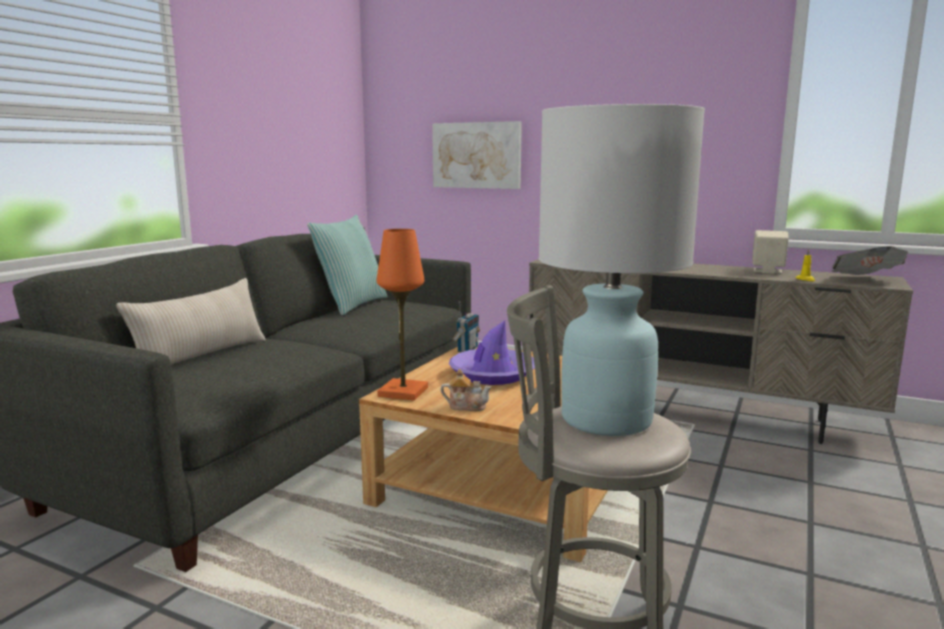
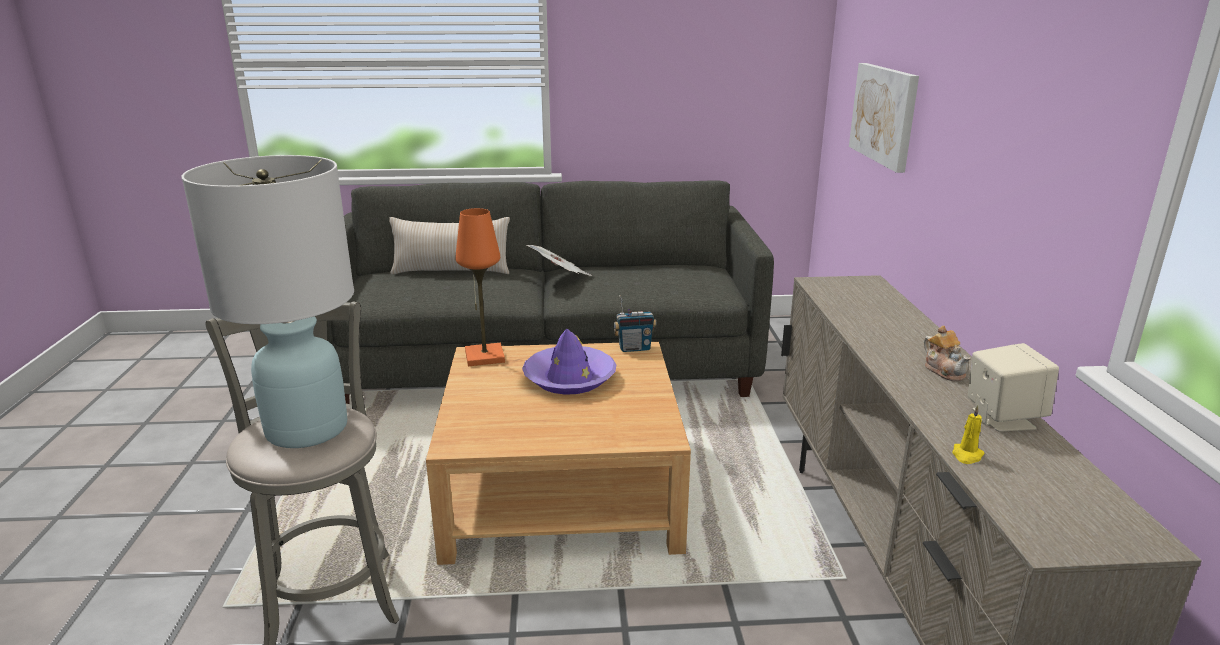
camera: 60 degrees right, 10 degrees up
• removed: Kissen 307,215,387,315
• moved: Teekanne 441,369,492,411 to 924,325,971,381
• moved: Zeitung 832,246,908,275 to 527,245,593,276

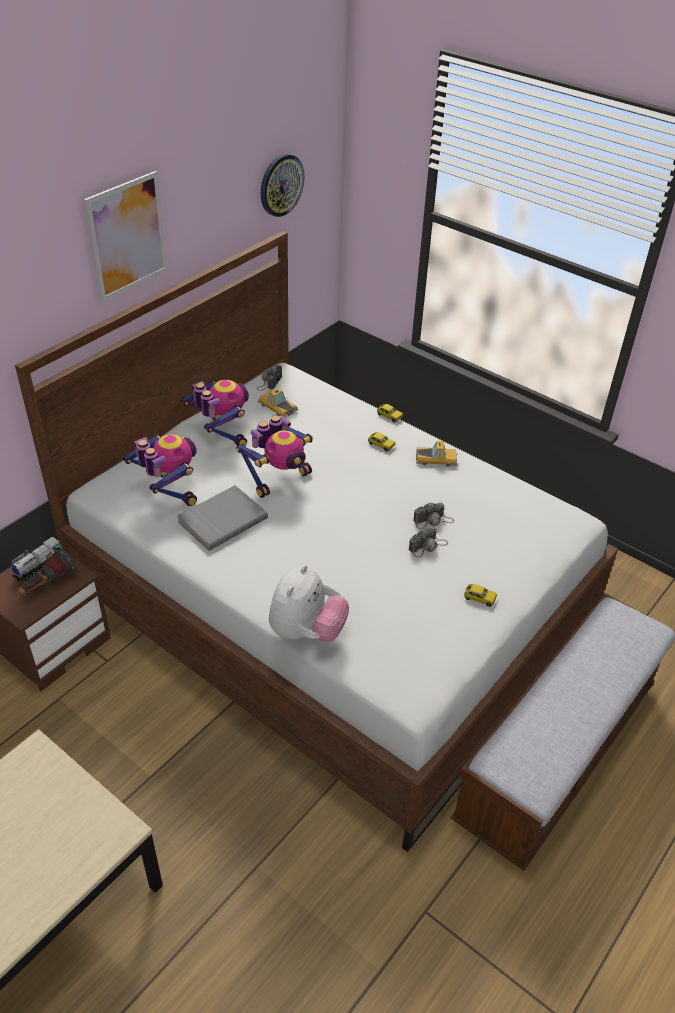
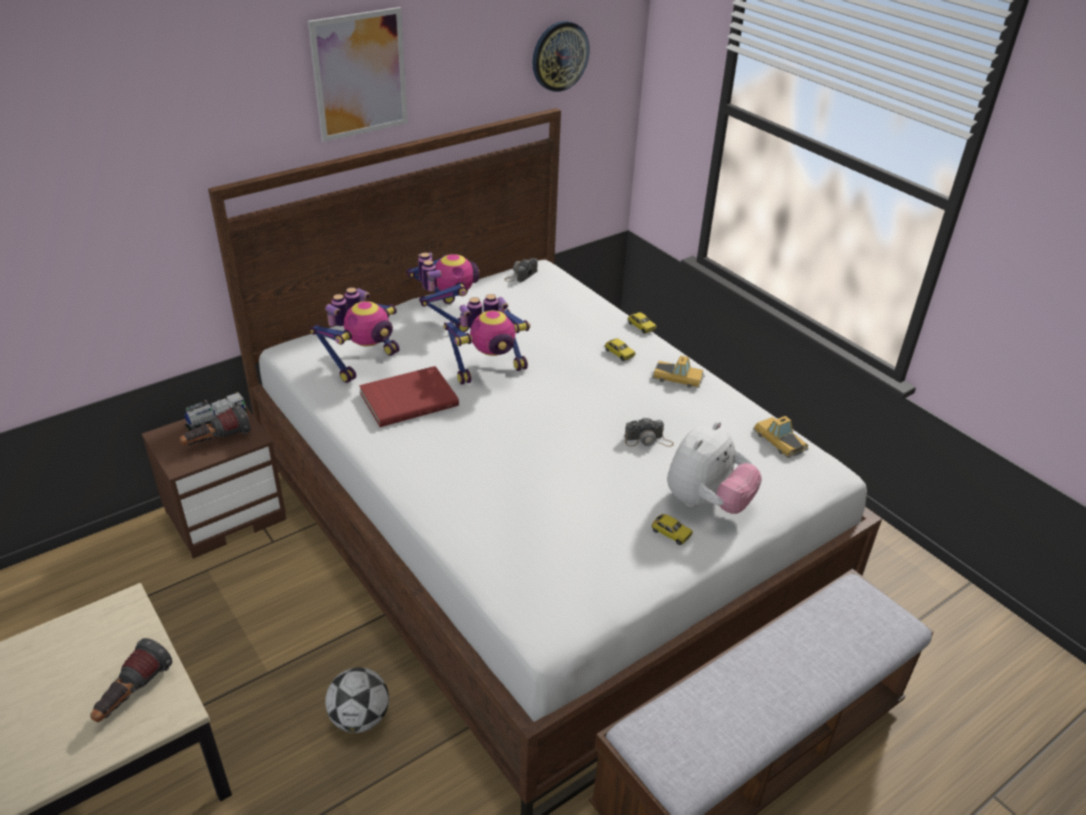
camera: 15 degrees right, 5 degrees down
• turned: Spielzeugroboter 122,434,197,506 = 310,287,400,383 60 degrees clockwise
• recoloured: Buch (grau) 177,485,268,551 to Buch (rot) 359,366,459,427
• moved: Spielzeugauto 258,388,298,417 to 753,416,809,458
• moved: Plüschtier 269,565,349,642 to 667,421,762,514
• removed: Kamera 408,526,448,558
• added: Taschenlampe 90,638,172,722
• added: Fußball 325,667,389,733

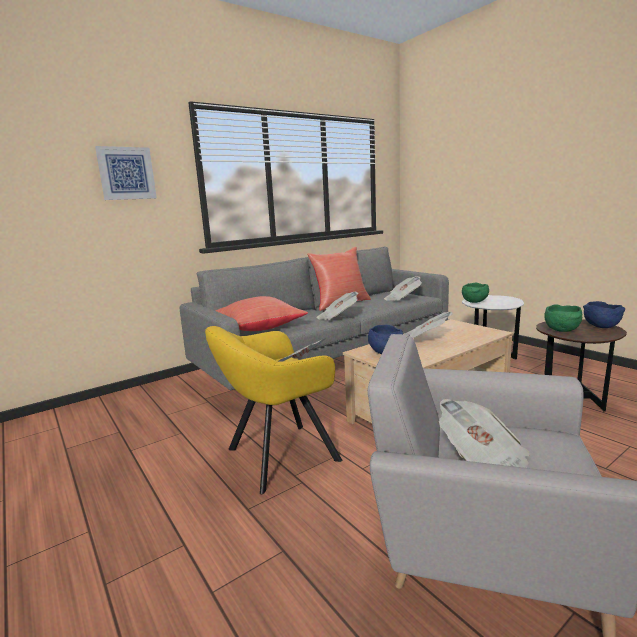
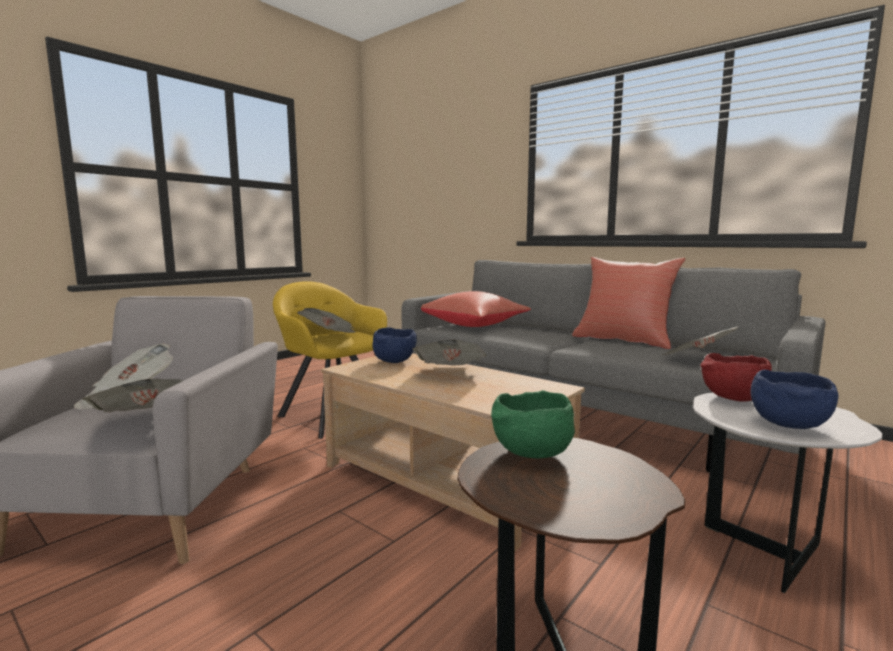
camera: 75 degrees right, 5 degrees down
• removed: Bild 95,146,157,200
• moved: Zeitung 317,292,359,320 to 82,379,183,412
• recoloured: Schüssel (grün) 462,283,489,303 to Schüssel (rot) 700,353,772,402
• moved: Schüssel (blau) 583,301,625,328 to 750,370,838,429

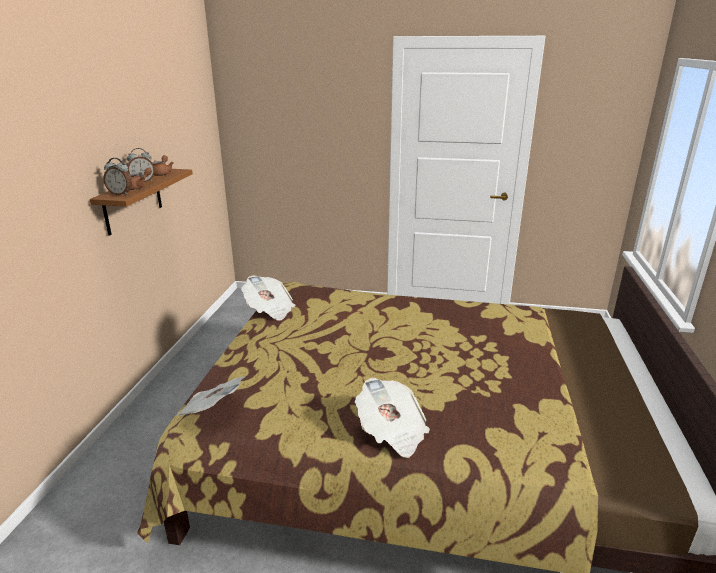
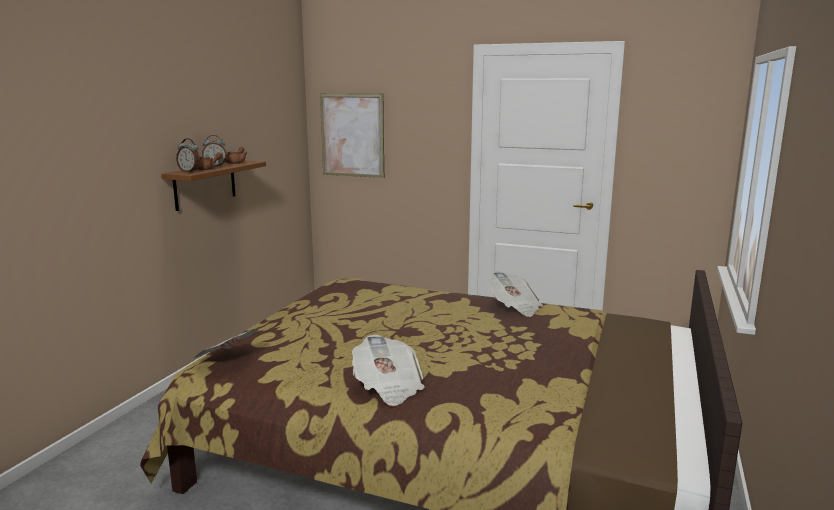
camera: 10 degrees right, 10 degrees down
• moved: Zeitung 241,275,295,321 to 488,271,542,317
• added: Bild 320,94,384,178

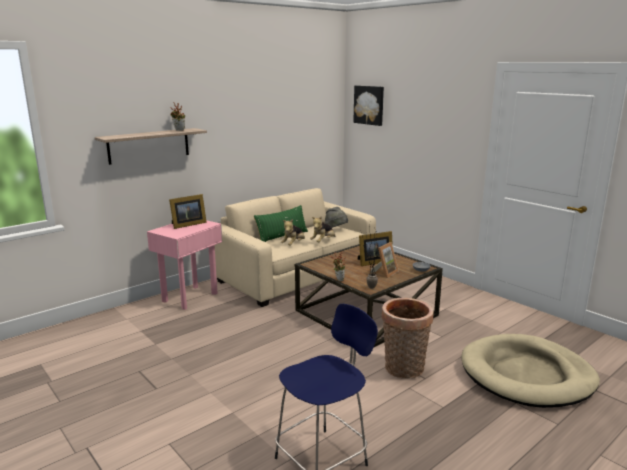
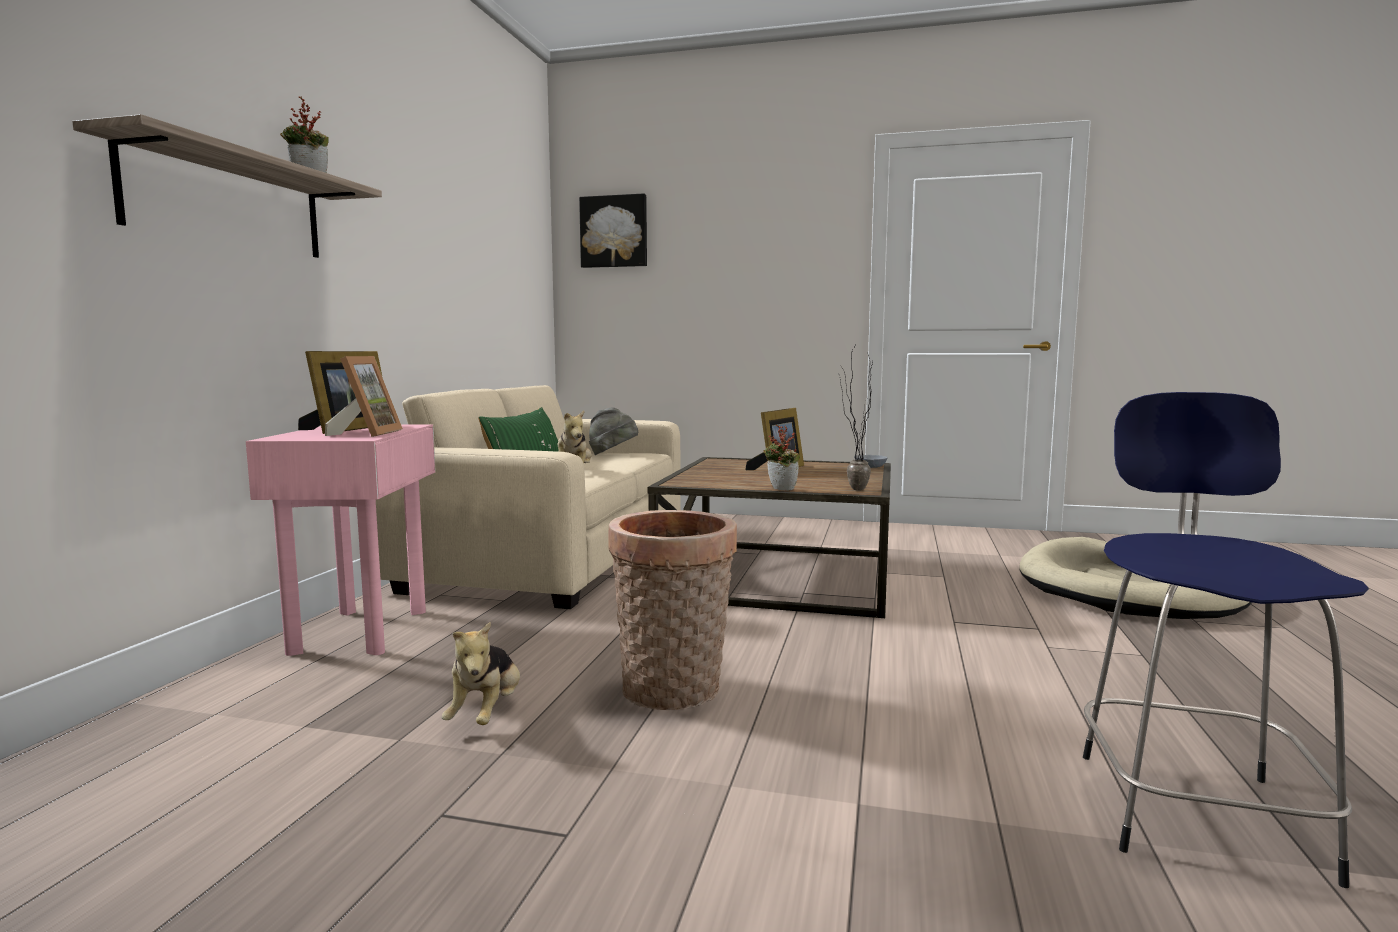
camera: 35 degrees left, 10 degrees down
• moved: Plüschtier 310,216,335,242 to 442,621,520,725
• moved: Bilderrahmen 370,242,399,278 to 325,356,403,437
• moved: Korb 382,298,434,379 to 608,510,737,710

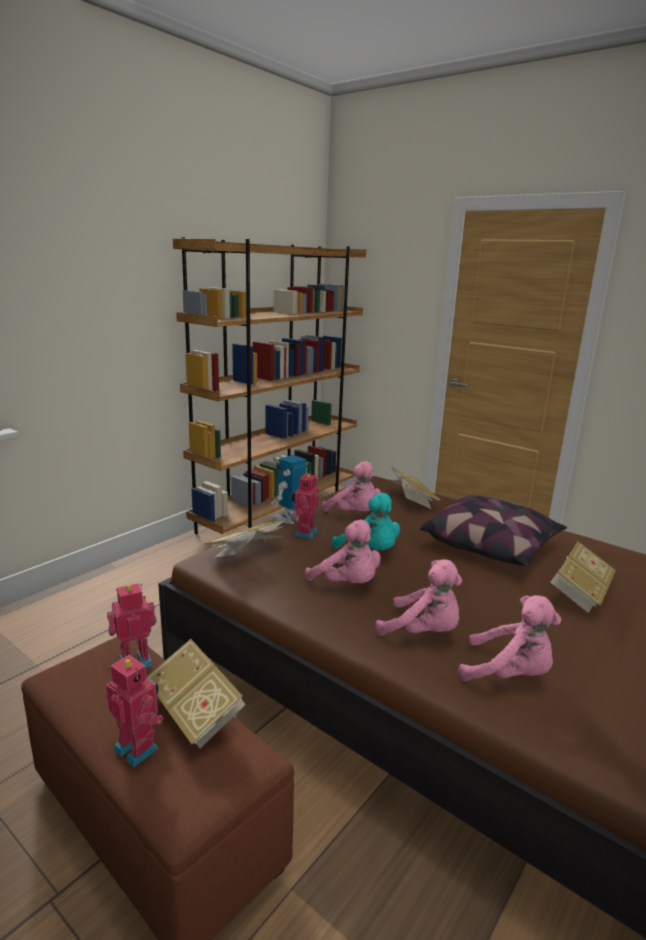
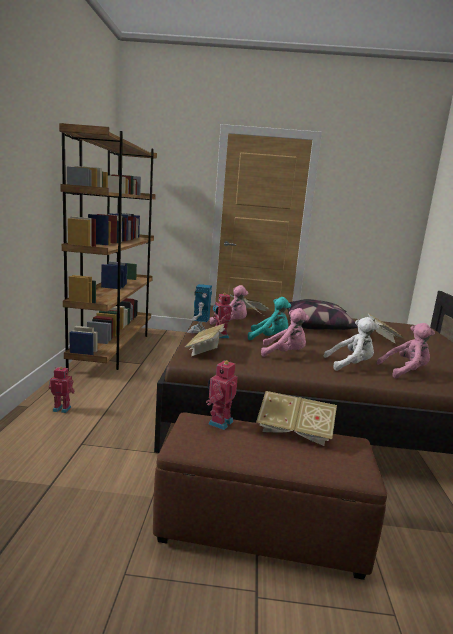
camera: 35 degrees left, 5 degrees down
• moved: Spielzeugroboter 106,655,163,767 to 49,367,75,413
• recoloured: Plüschtier (rosa) 375,559,462,636 to Plüschtier (weiß) 324,317,379,371

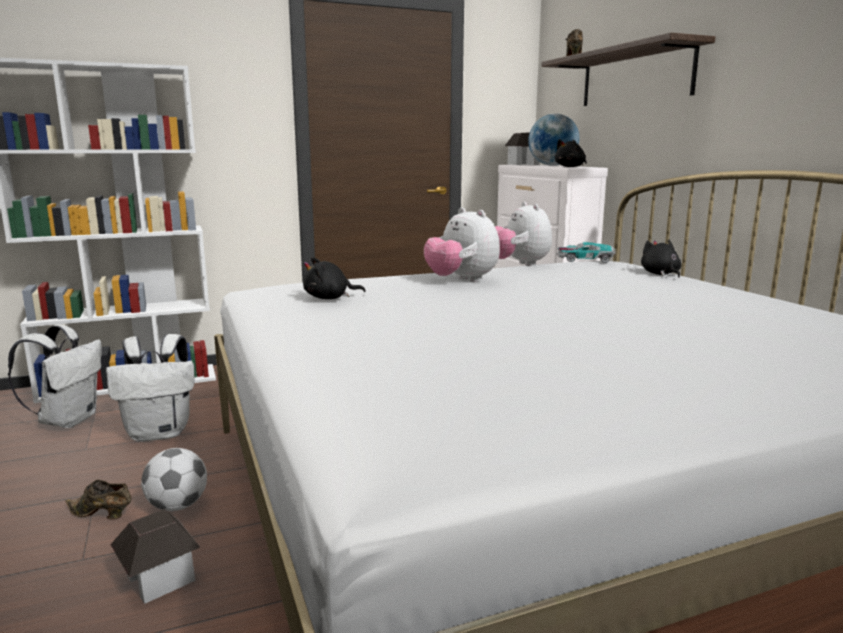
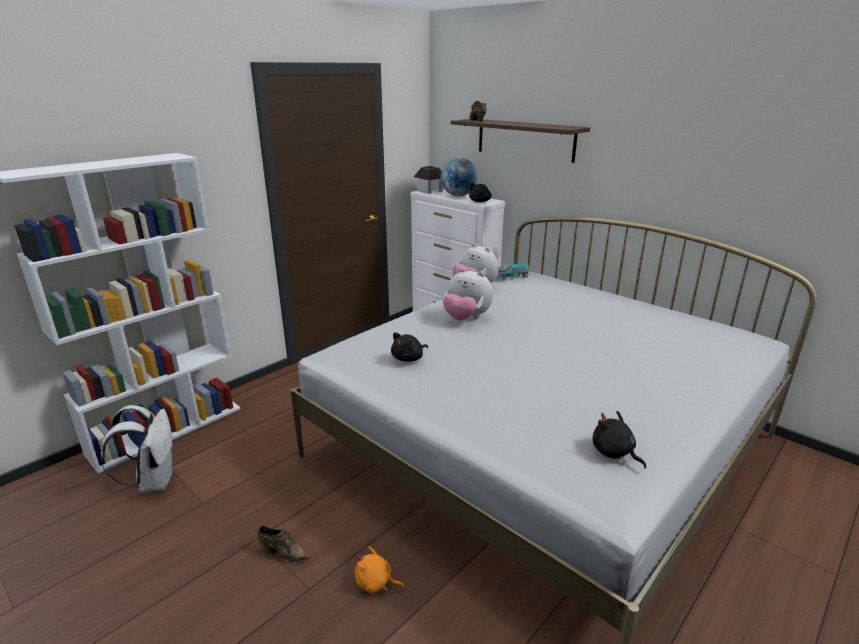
camera: 25 degrees left, 10 degrees up
• turned: Schuh (braun) 65,480,132,520 = 257,525,310,563 150 degrees counterclockwise
• removed: Rucksack (weiß) 106,334,195,442
• replaced: Spielzeughaus 110,509,200,604 to Plüschtier (orange) 355,546,405,593
• removed: Fußball 141,448,207,511
• moved: Plüschtier (schwarz) 641,240,682,277 to 593,411,646,468

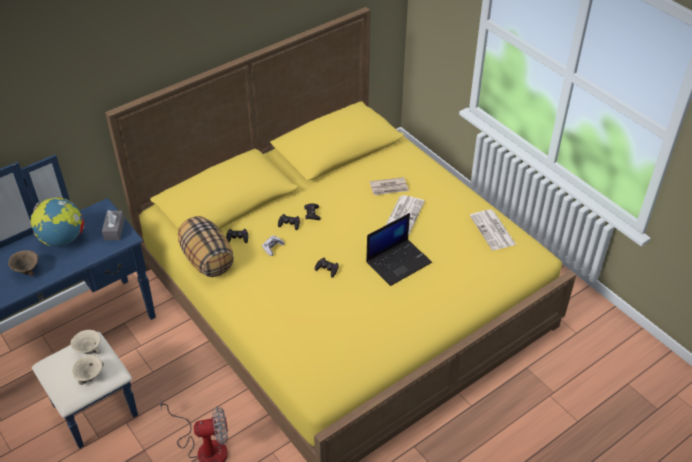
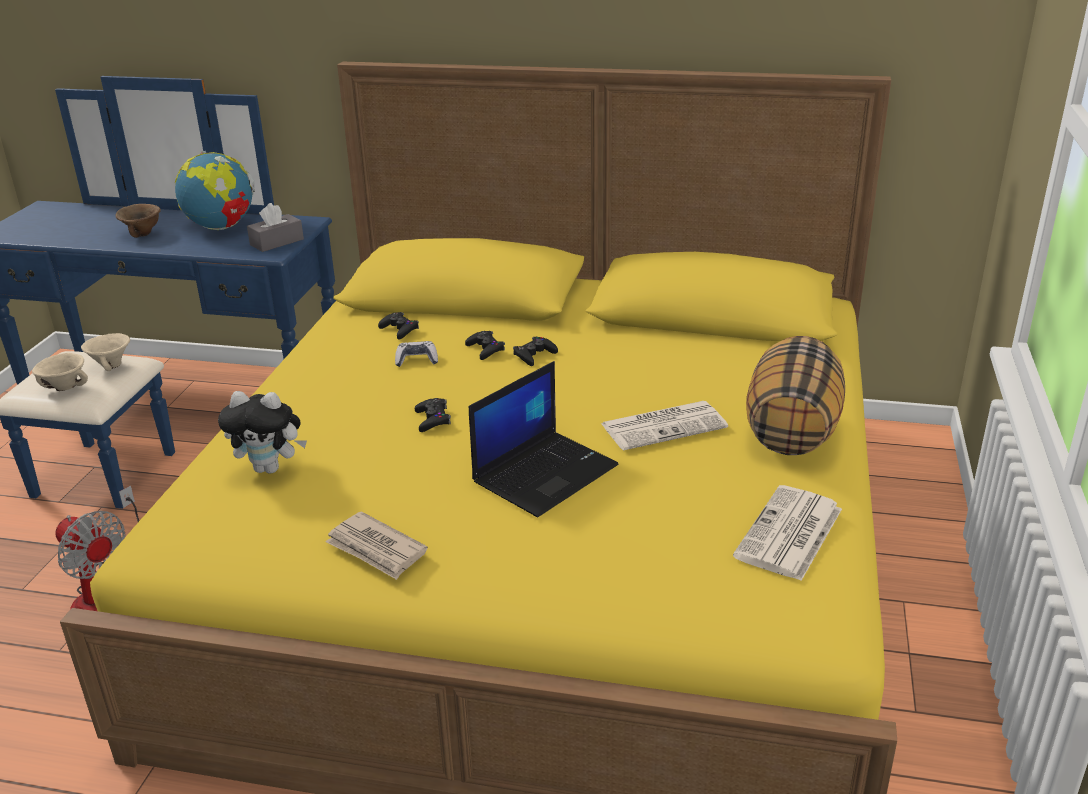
camera: 50 degrees right, 15 degrees down
• moved: Kissen 178,216,234,277 to 746,336,845,455
• turned: Laptop 366,213,432,286 = 469,361,618,517 60 degrees counterclockwise
• moved: Zeitung 369,177,409,196 to 326,511,428,580
• added: Plüschtier 218,391,307,474

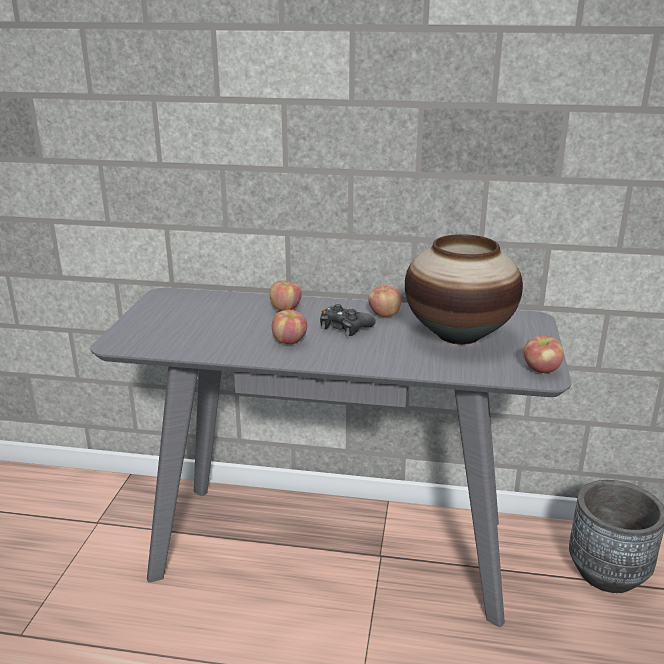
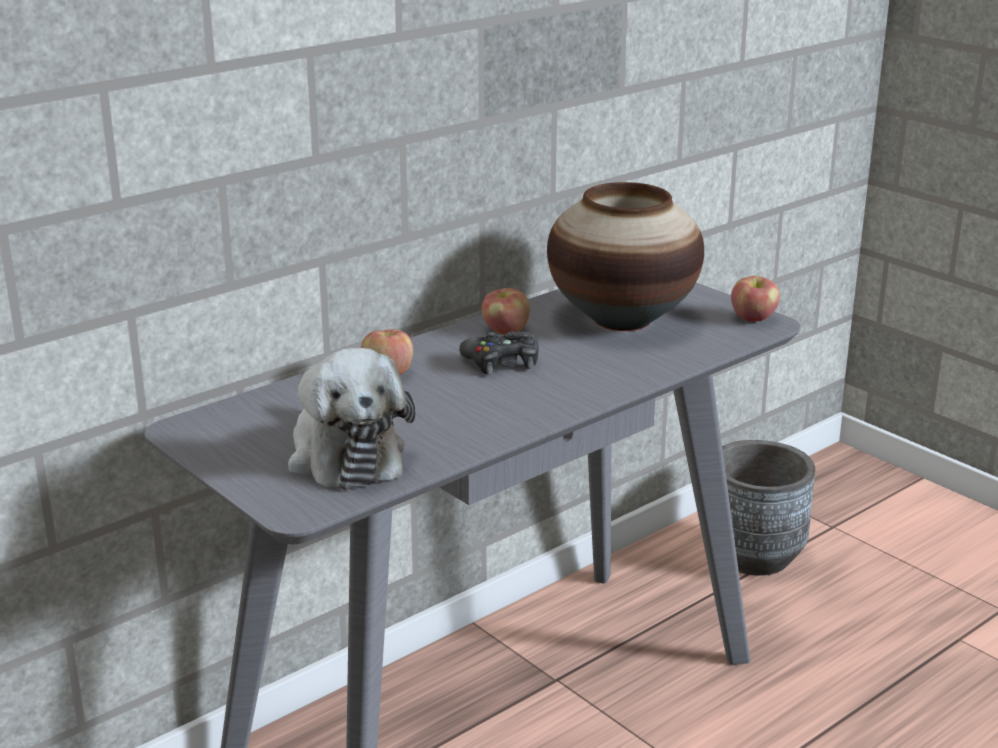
camera: 50 degrees left, 0 degrees up
• removed: Apfel 272,310,307,344
• added: Plüschtier 288,348,415,490

